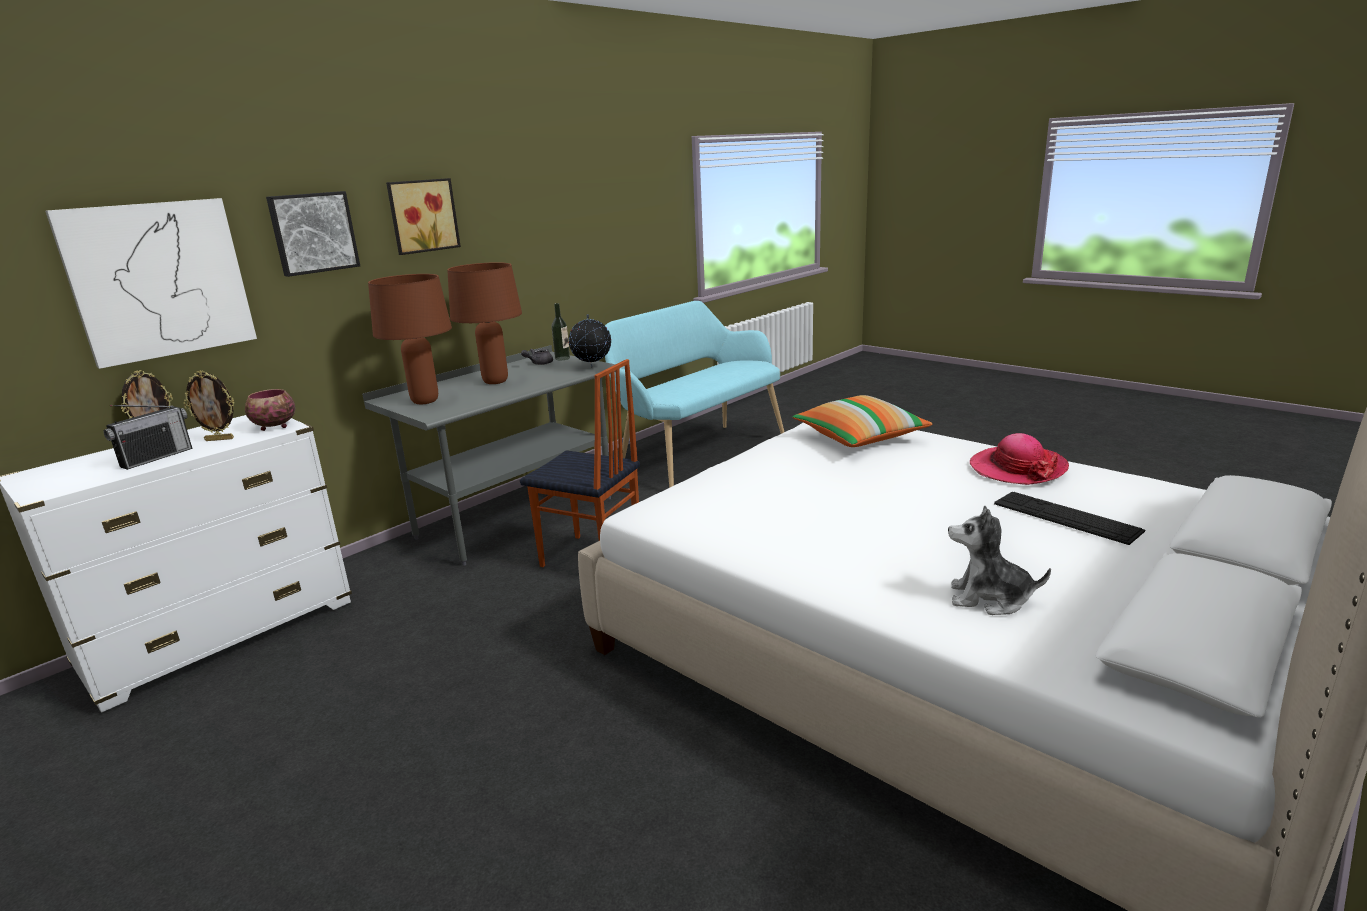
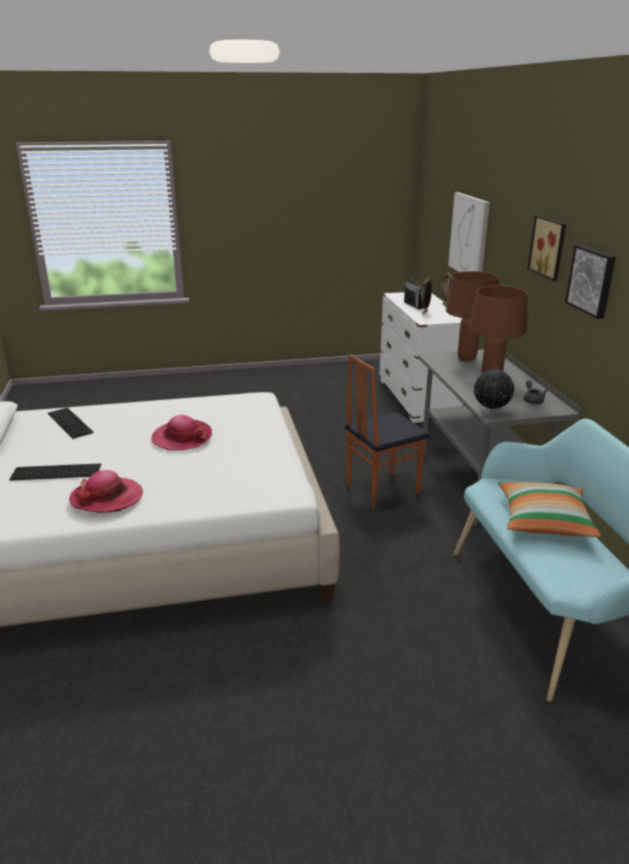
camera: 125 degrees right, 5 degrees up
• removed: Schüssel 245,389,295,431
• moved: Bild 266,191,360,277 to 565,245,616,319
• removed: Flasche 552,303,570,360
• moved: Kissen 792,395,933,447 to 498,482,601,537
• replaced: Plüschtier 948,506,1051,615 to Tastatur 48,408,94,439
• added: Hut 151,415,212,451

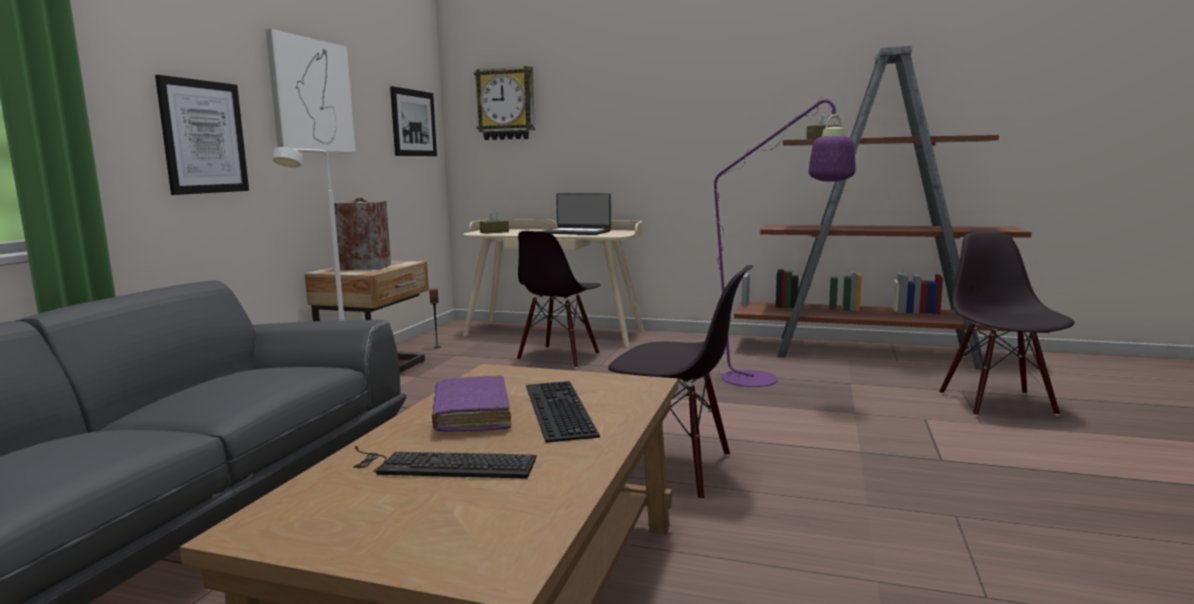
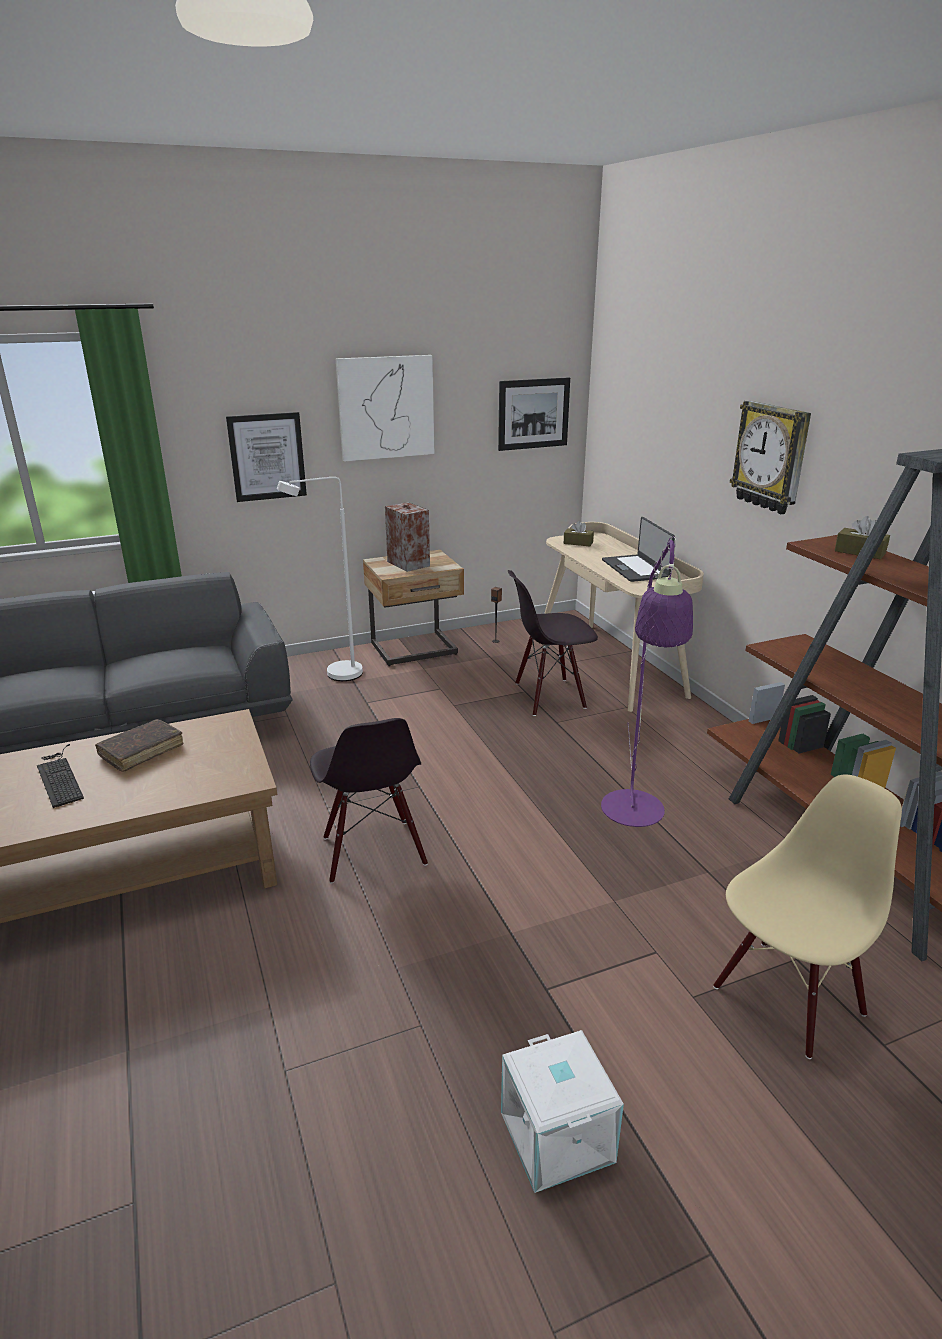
camera: 50 degrees right, 15 degrees up
• recoloured: Buch (lila) 432,375,511,431 to Buch (braun) 95,720,183,772
• moved: Wanduhr 474,66,535,140 to 730,400,811,514
• removed: Tastatur 526,381,600,443
• recoloured: Stuhl (schwarz) 939,232,1075,416 to Stuhl (beige) 713,775,902,1059
• added: Aufbewahrungsbox (weiß) 501,1030,624,1193

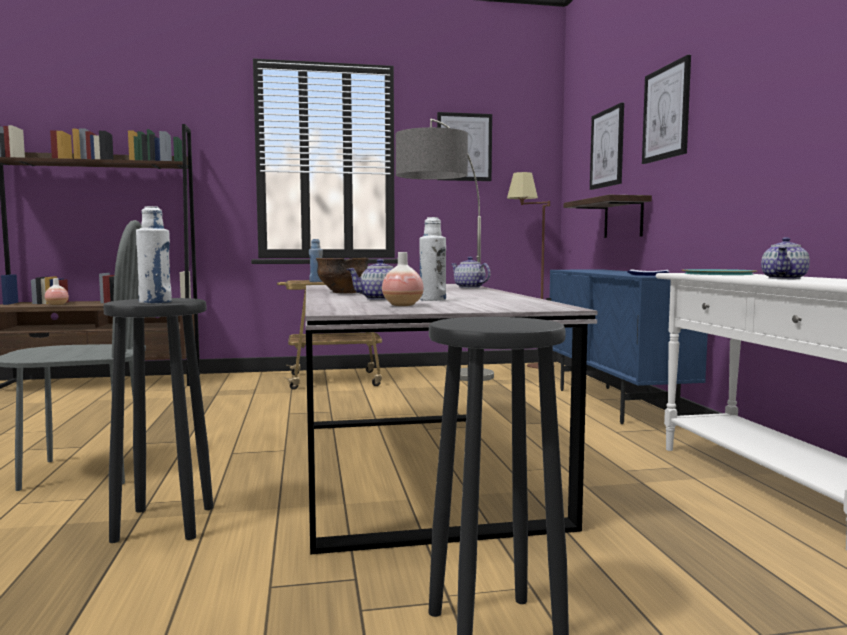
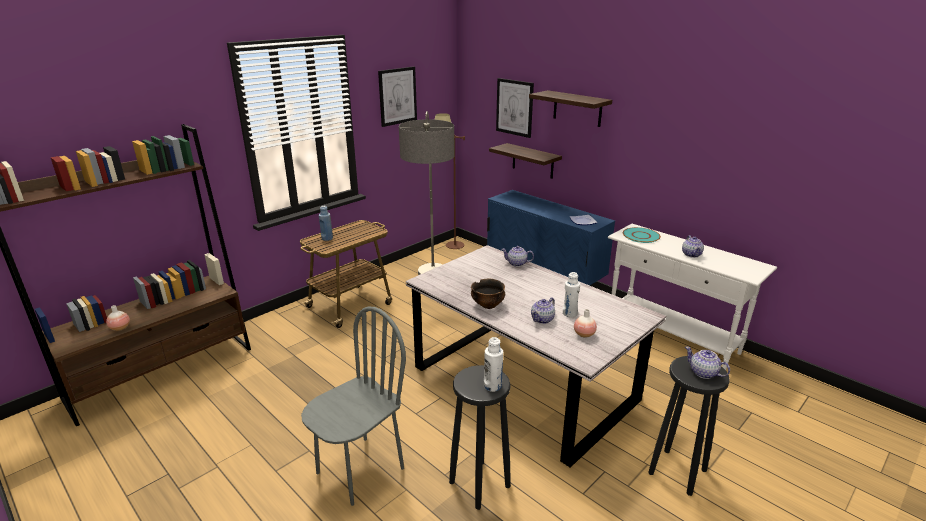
camera: 35 degrees left, 20 degrees up
• replaced: Bild 642,55,691,164 to Wandregal 529,90,612,127
• added: Teekanne 685,347,730,379

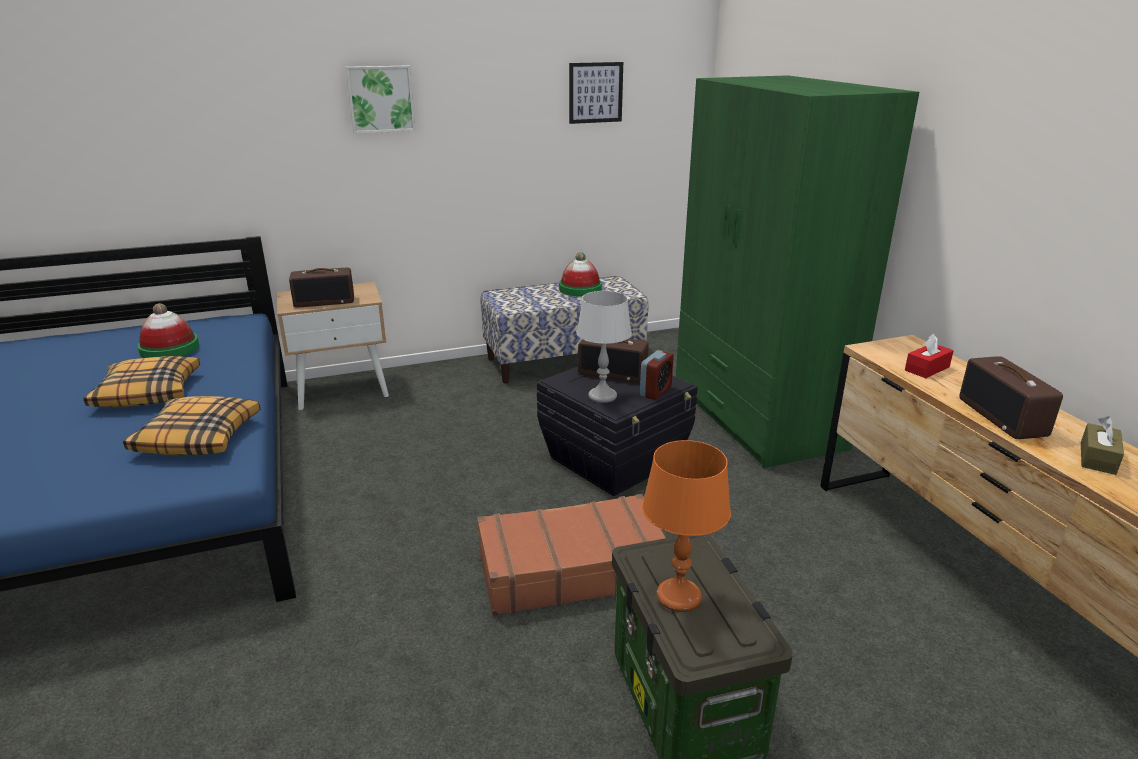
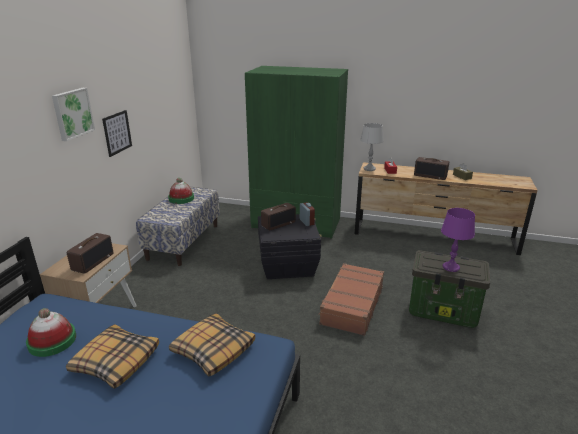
camera: 55 degrees left, 0 degrees up
• moved: Bild 569,62,623,124 to 102,110,132,157
• moved: Tischlampe (grau) 577,291,632,403 to 360,123,384,171
• recoloured: Tischlampe (orange) 642,440,731,612 to Tischlampe (lila) 441,208,475,272

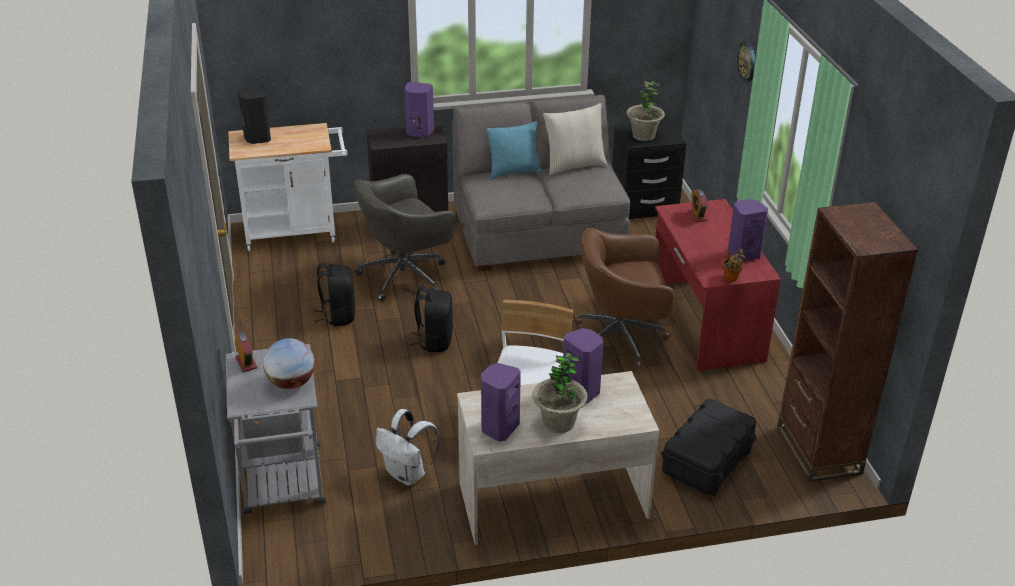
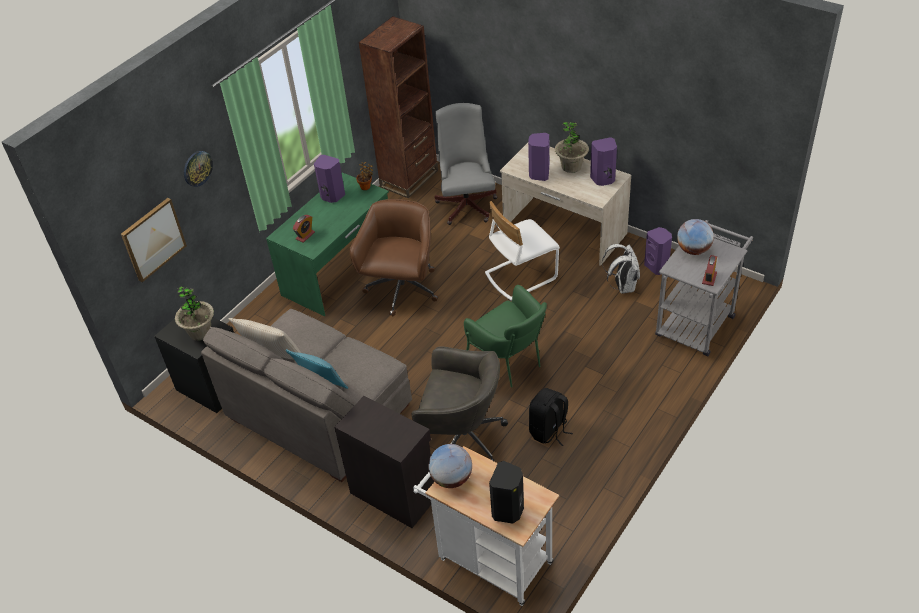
camera: 130 degrees left, 10 degrees up
• moved: Lautsprecher (lila) 405,82,434,137 to 644,227,672,275
• replaced: Rucksack (schwarz) 409,286,453,352 to Sessel (grün) 464,285,547,387
• turned: Bürostuhl (braun) 574,228,674,369 = 350,199,438,316 120 degrees counterclockwise
• recoloured: Schreibtisch (rot) 655,199,781,371 to Schreibtisch (grün) 266,172,389,316
• replaced: Aufbewahrungsbox (schwarz) 661,399,757,497 to Bürostuhl (grau) 435,103,497,225
• added: Bild 121,198,187,282
• added: Globus 428,444,472,488

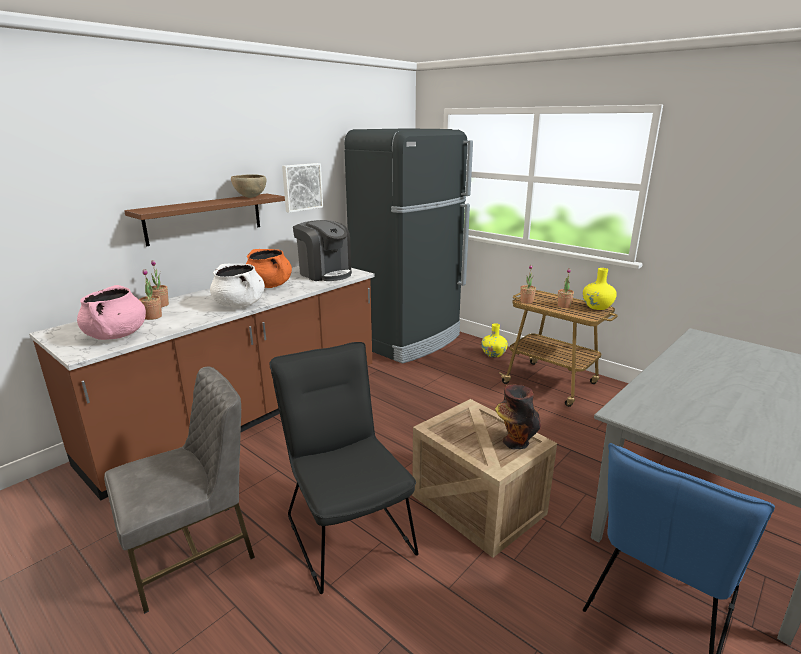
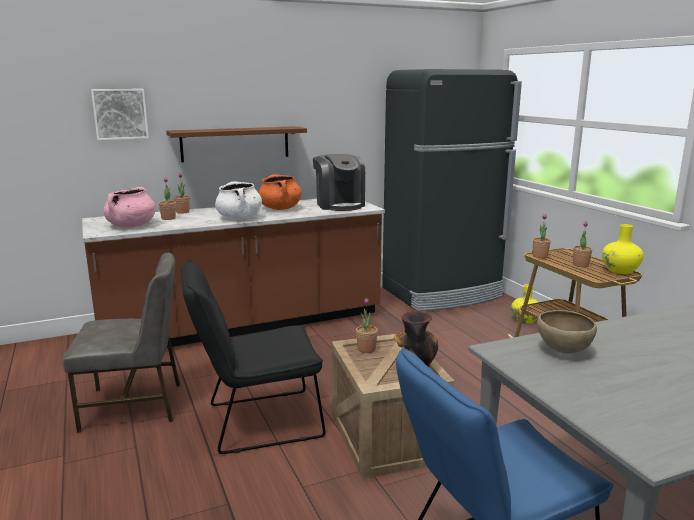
camera: 25 degrees right, 5 degrees down
• moved: Schüssel (braun) 231,174,266,198 to 537,310,597,354
• turned: Stuhl (schwarz) 269,342,418,594 = 181,260,326,454 105 degrees counterclockwise
• moved: Bild 282,163,323,213 to 91,89,149,140
• added: Topfpflanze 356,298,378,353

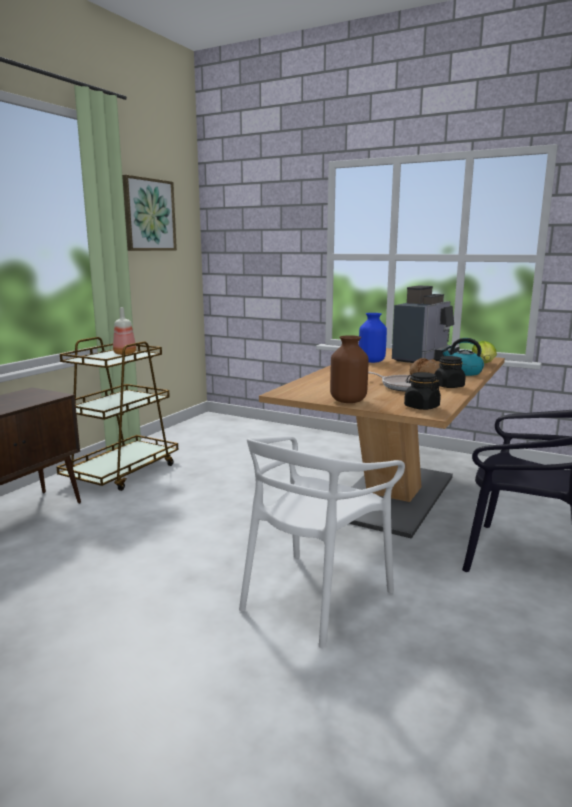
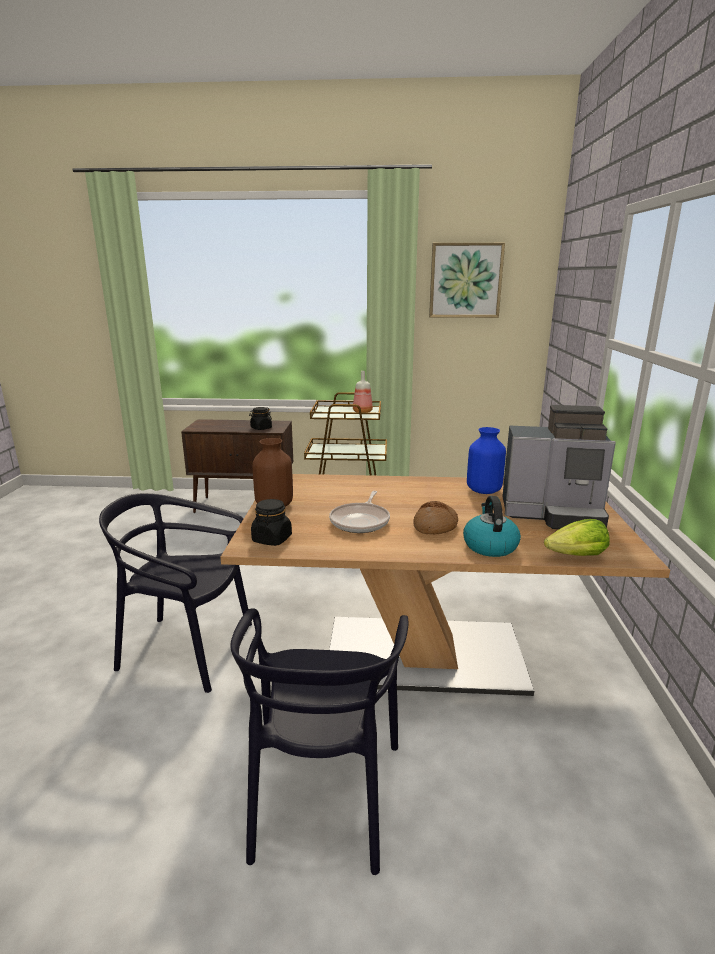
camera: 65 degrees right, 5 degrees up
• recoloured: Stuhl (weiß) 239,435,405,648 to Stuhl (schwarz) 99,493,252,693
• moved: Vorratsglas (schwarz) 435,356,466,388 to 249,407,272,430

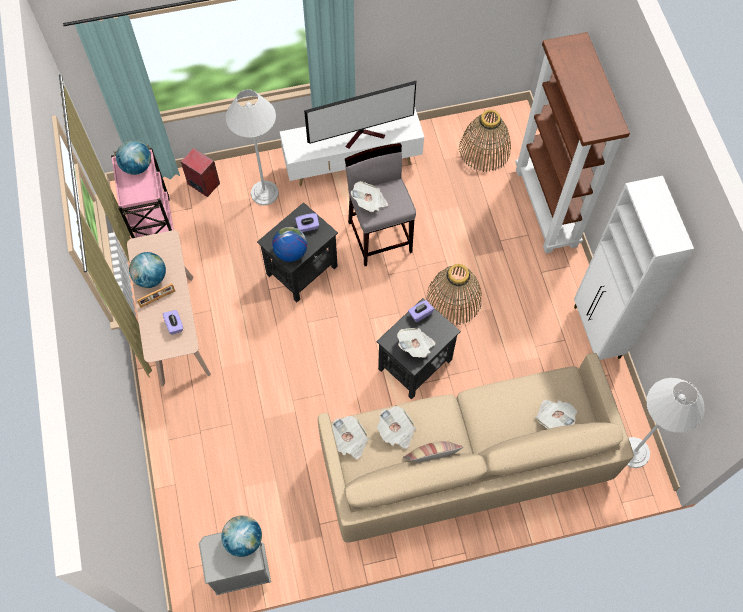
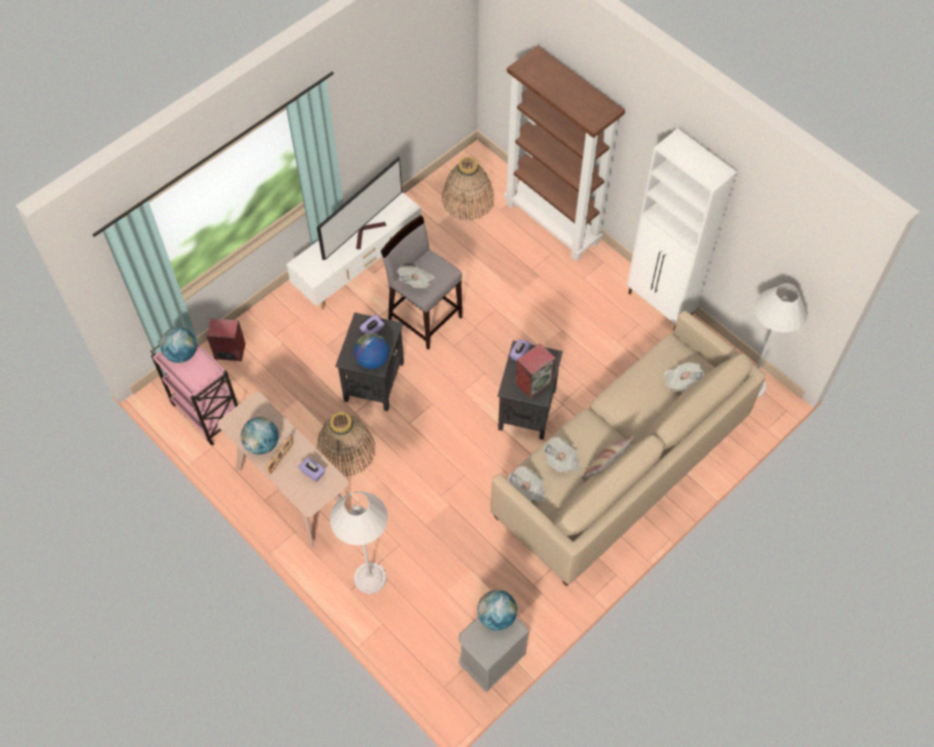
camera: 30 degrees left, 5 degrees down
• moved: Stehlampe (weiß) 226,89,279,205 to 330,492,388,594
• replaced: Zeitung 397,328,436,358 to Lautsprecher 515,343,556,399
• moved: Korb 426,264,482,325 to 316,412,376,477

